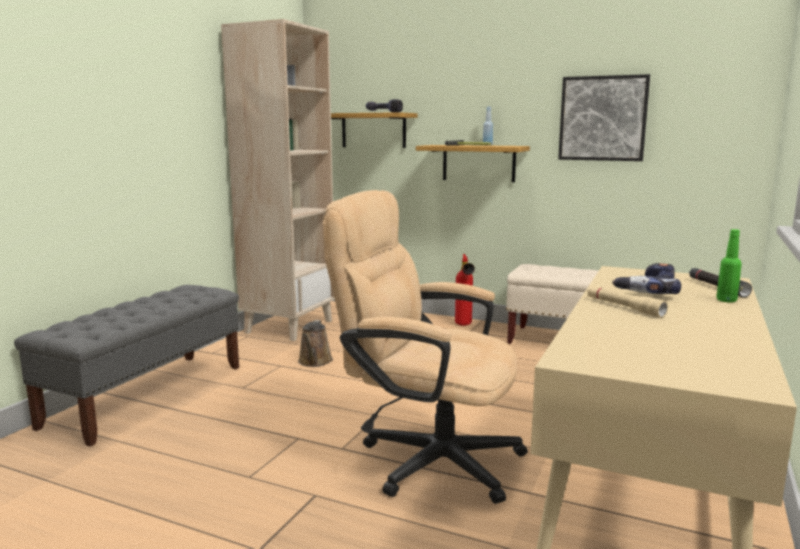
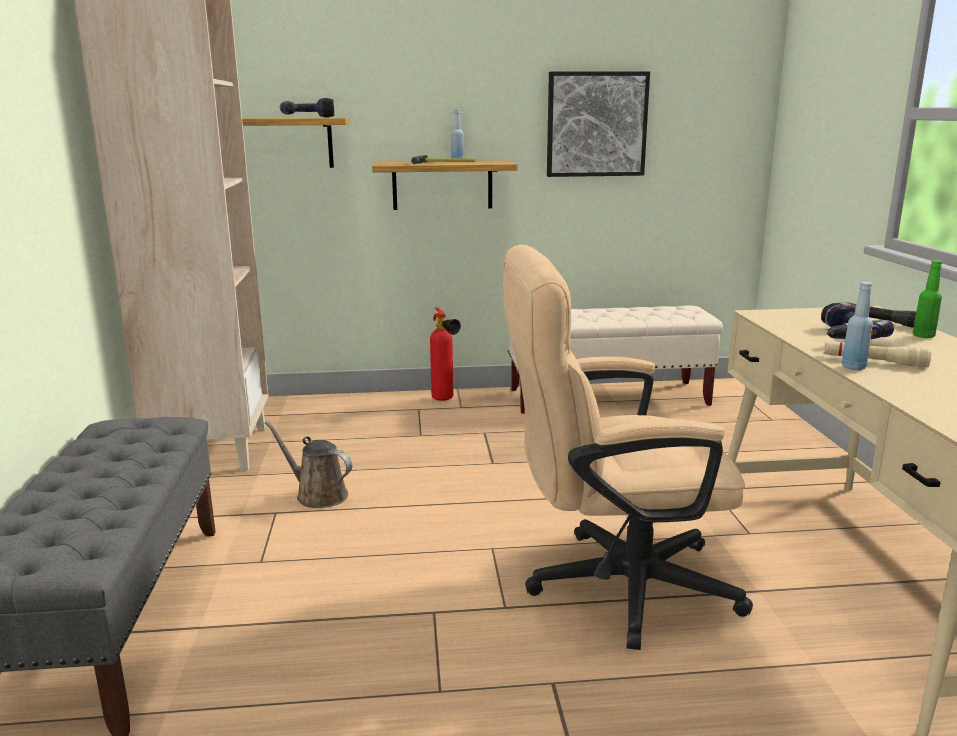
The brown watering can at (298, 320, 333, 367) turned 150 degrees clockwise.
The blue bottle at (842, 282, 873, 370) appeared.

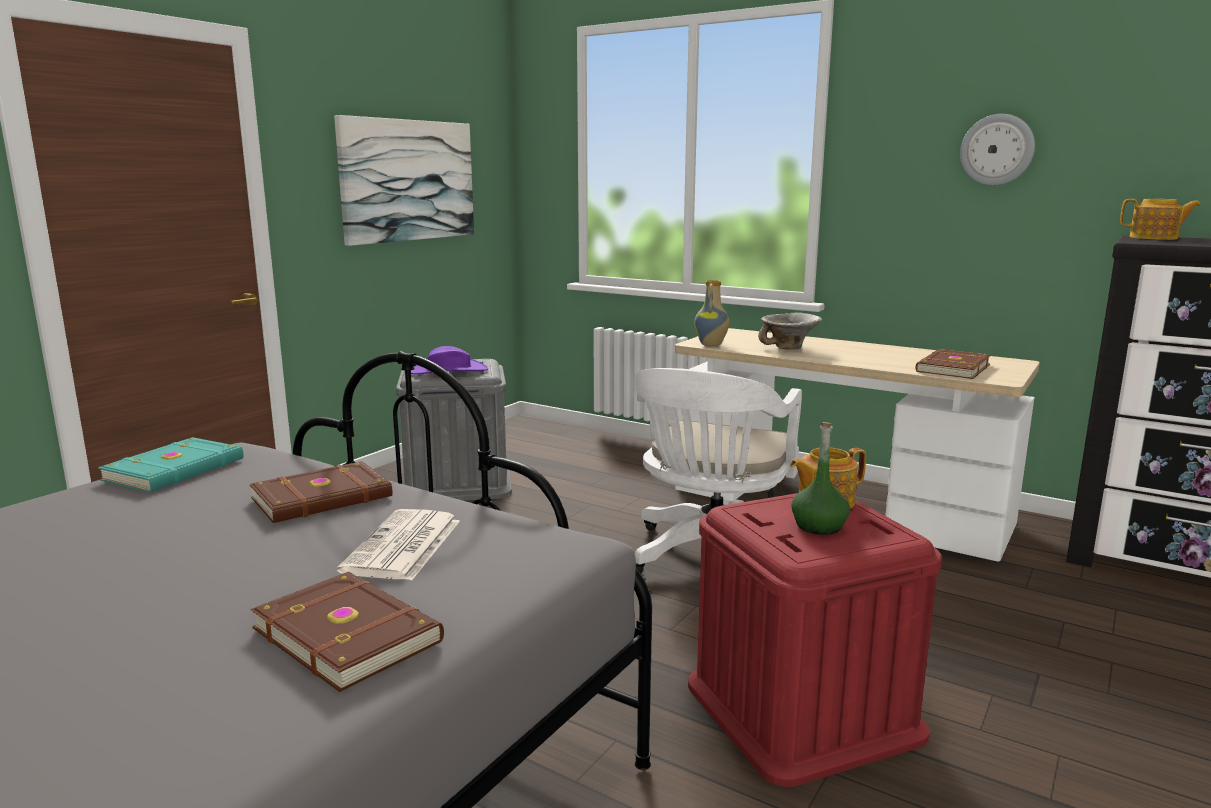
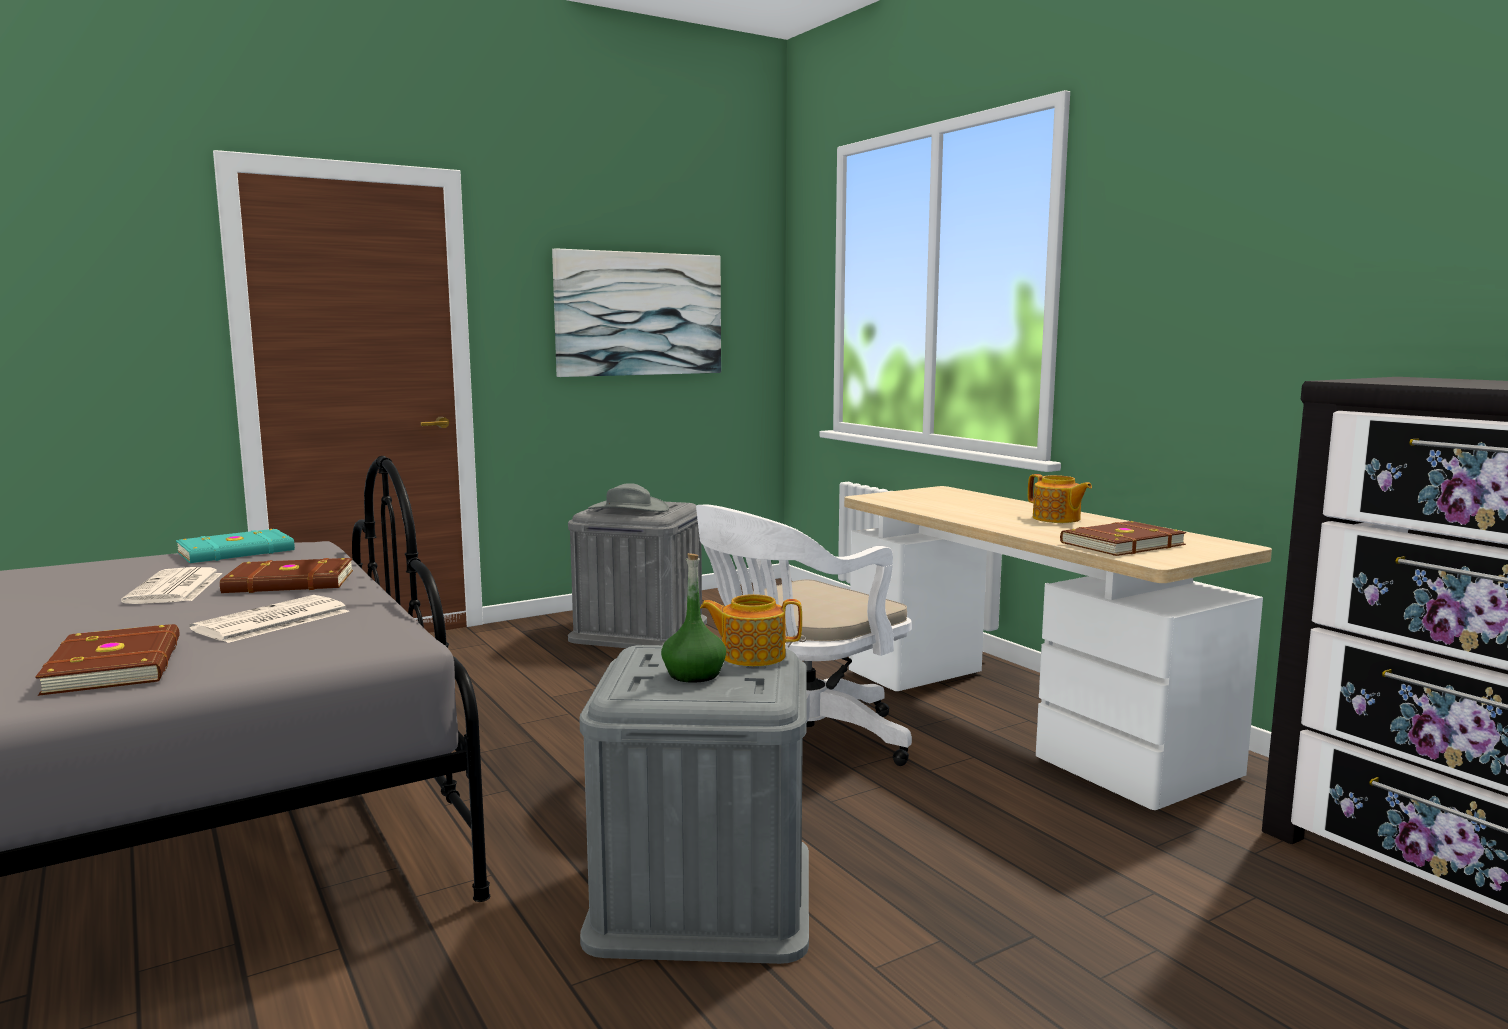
The purple hat at (411, 346, 488, 374) became the grey hat at (588, 483, 669, 512).
The red storage box at (688, 493, 942, 787) became the grey storage box at (579, 645, 809, 964).
The vase at (694, 280, 730, 346) disappeared.
The bowl at (758, 313, 822, 350) disappeared.
The wall clock at (960, 114, 1035, 185) disappeared.
The teapot moved from (1120, 199, 1201, 240) to (1028, 474, 1092, 523).
The newspaper at (121, 567, 222, 604) appeared.

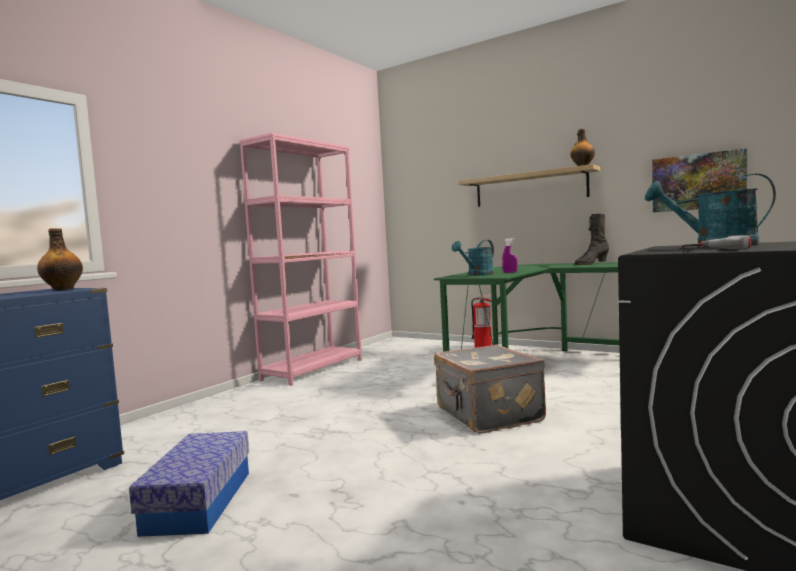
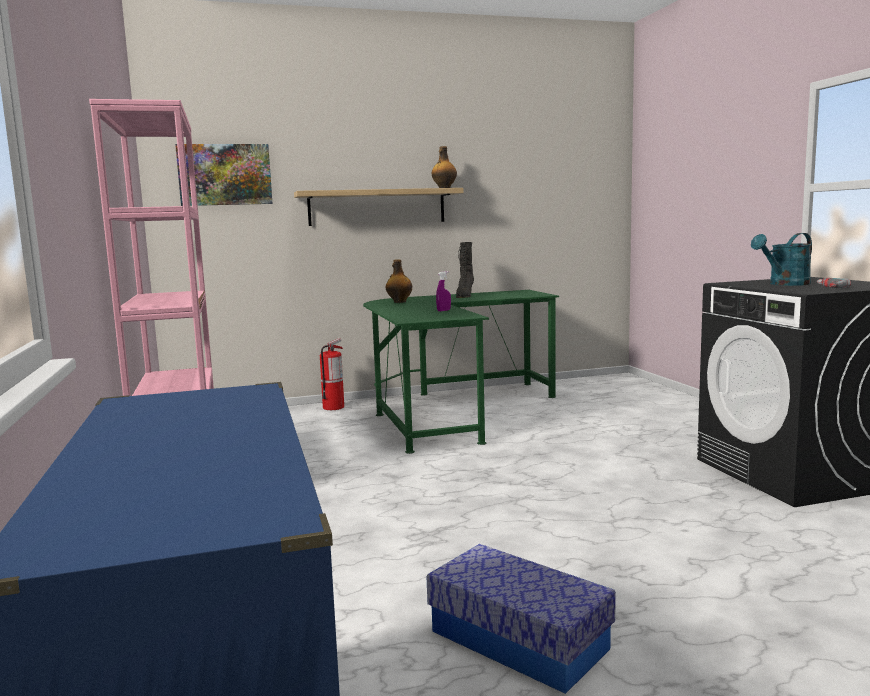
The bottle moved from (37, 228, 83, 291) to (386, 260, 412, 303).
The grey suitcase at (434, 344, 546, 434) disappeared.
The turquoise watering can at (452, 240, 494, 276) disappeared.
The picture moved from (652, 148, 747, 212) to (175, 144, 273, 206).

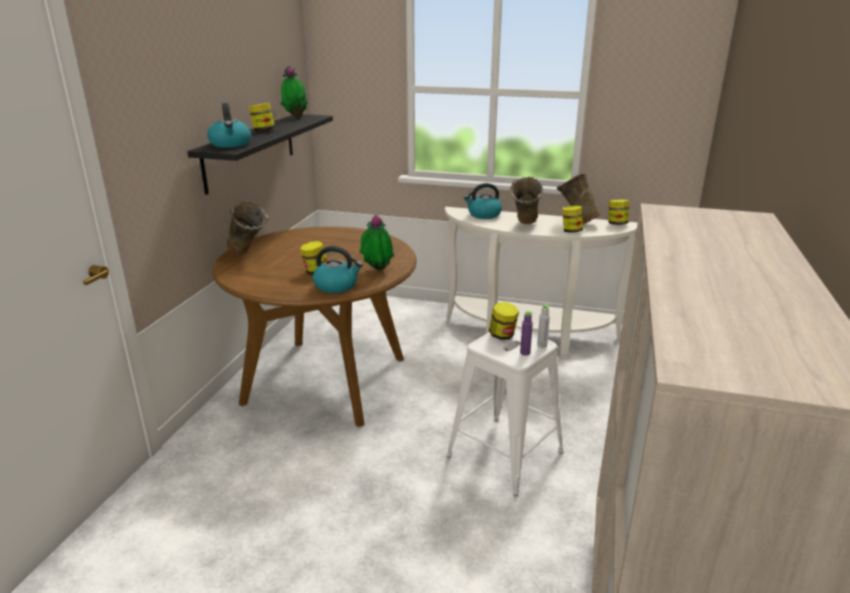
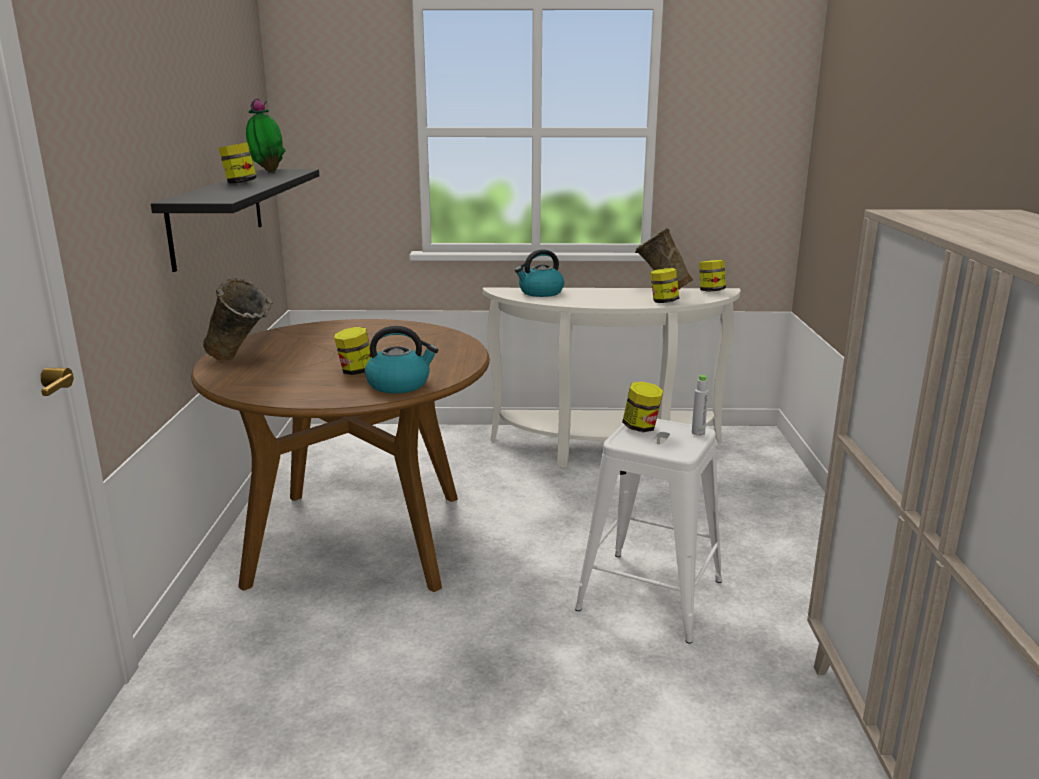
The kettle at (207, 103, 251, 148) disappeared.
The potted plant at (360, 215, 394, 270) disappeared.
The beige vase at (510, 177, 543, 224) disappeared.
The purple bottle at (520, 311, 533, 355) disappeared.

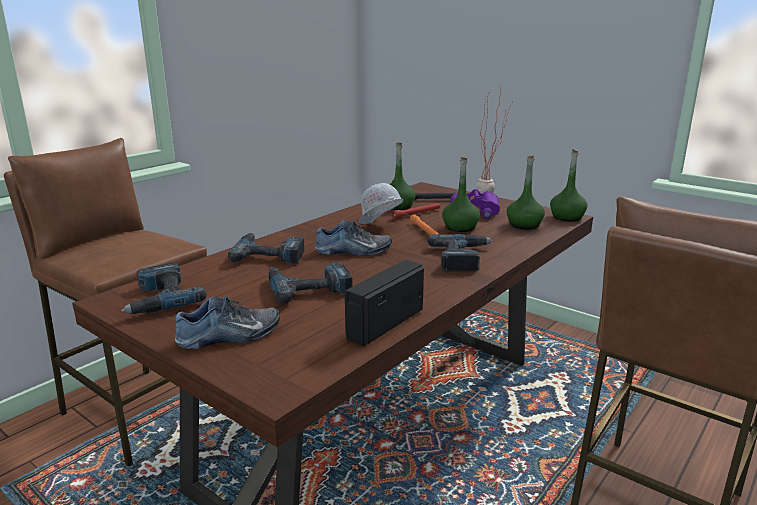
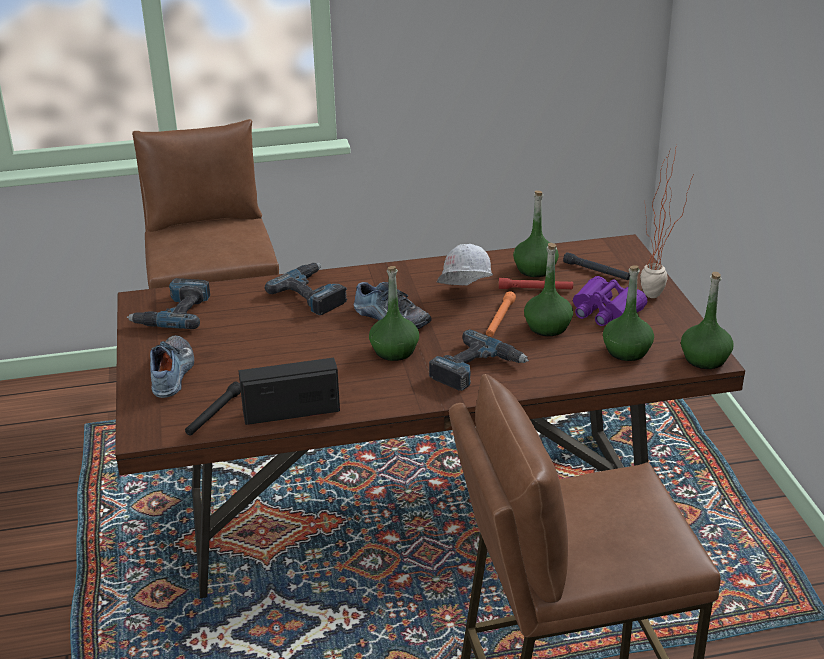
The shoe at (175, 296, 280, 349) turned 105 degrees counterclockwise.
The power drill at (269, 262, 353, 303) disappeared.
The black flashlight at (185, 382, 241, 436) appeared.
The green bottle at (369, 266, 419, 361) appeared.

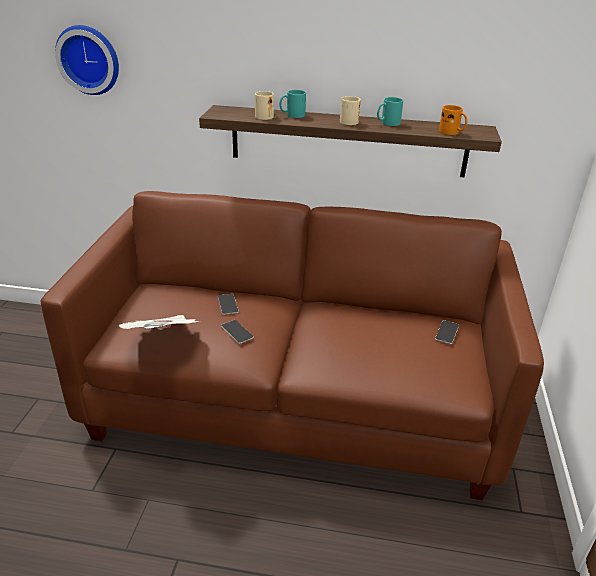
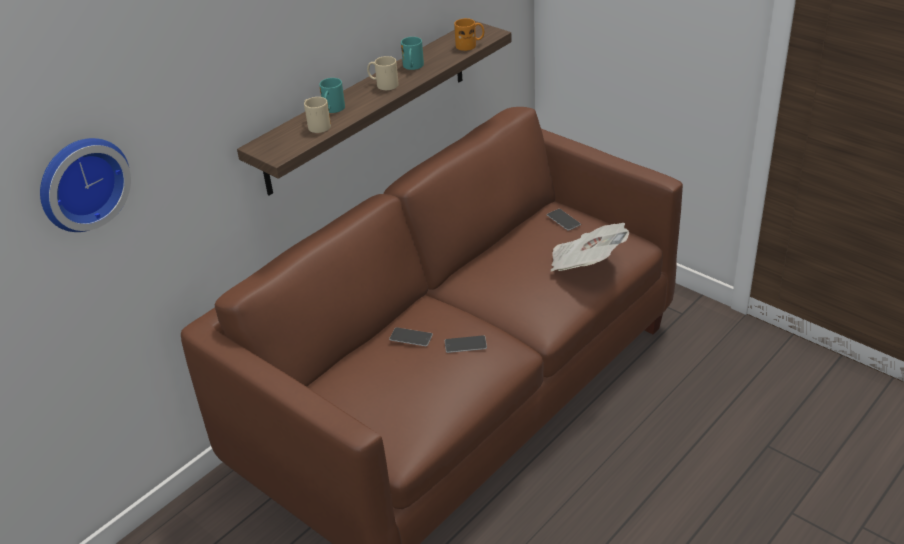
The newspaper moved from (119, 315, 200, 330) to (551, 223, 629, 271).

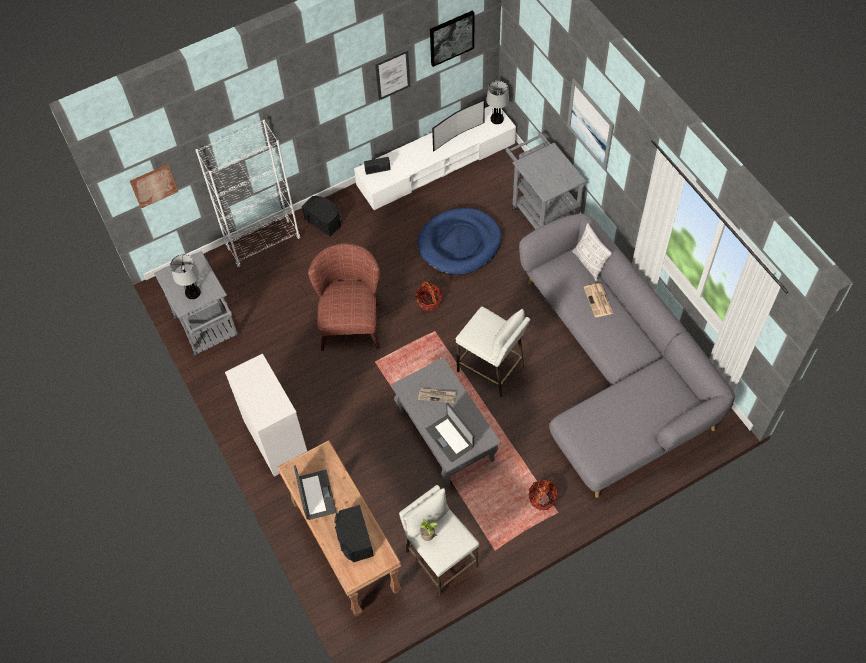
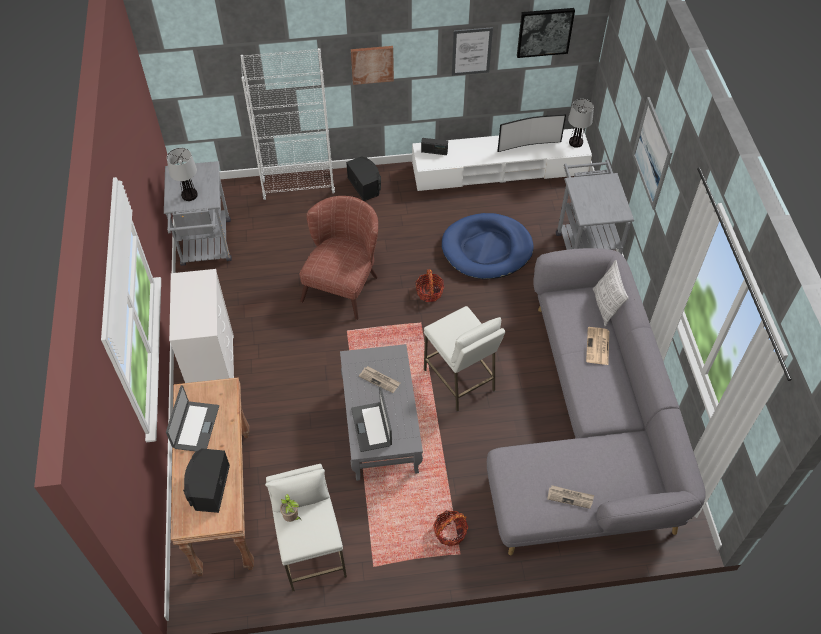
The picture moved from (130, 164, 178, 208) to (351, 46, 394, 85).
The newspaper at (547, 485, 594, 509) appeared.

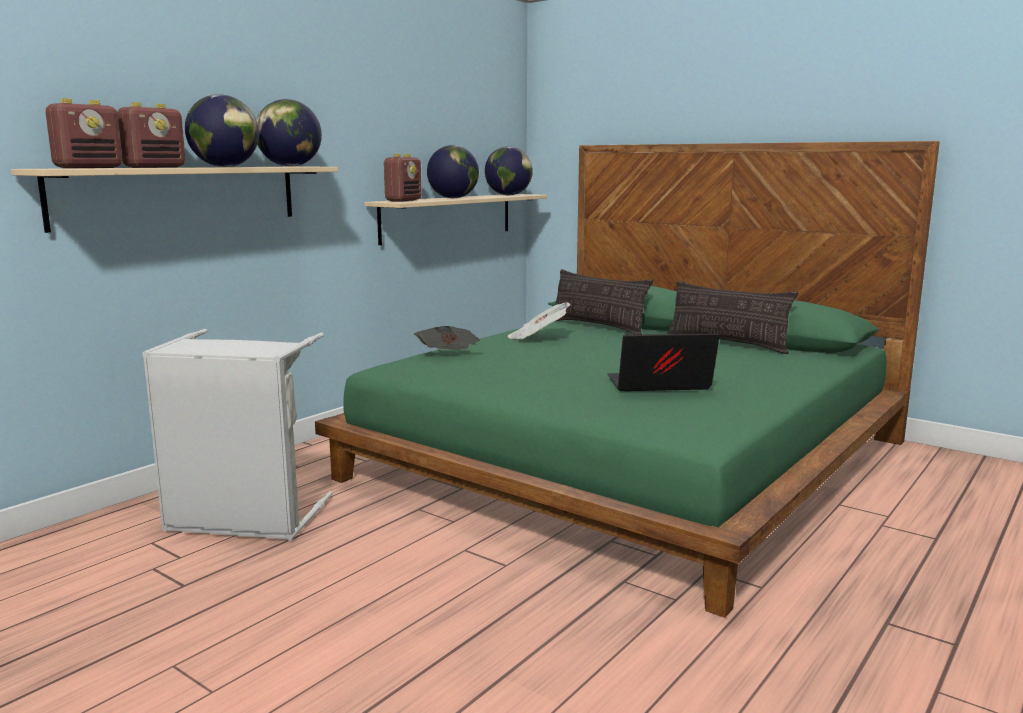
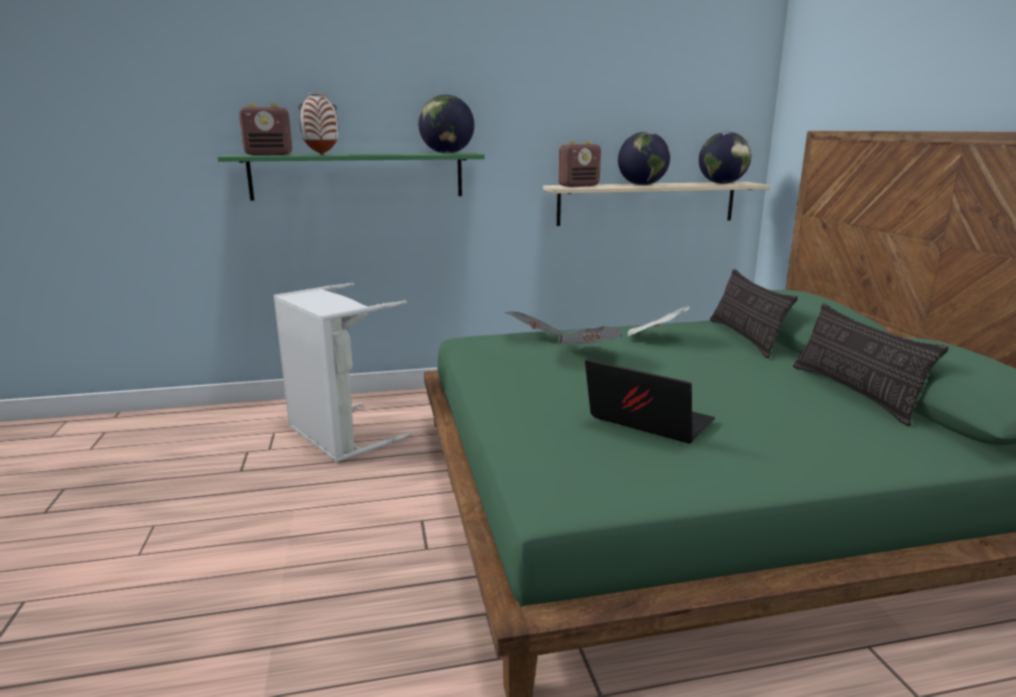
The beige shelf at (11, 166, 338, 233) became the green shelf at (218, 153, 485, 201).
The radio at (117, 102, 186, 168) was replaced by the vase at (298, 93, 339, 154).
The globe at (185, 94, 259, 167) disappeared.
The newspaper at (558, 326, 623, 345) appeared.

